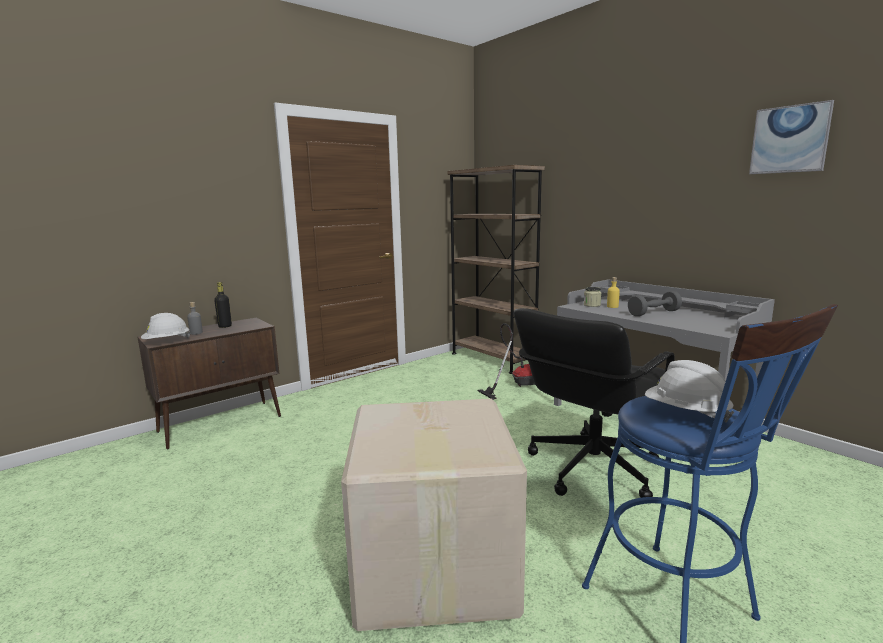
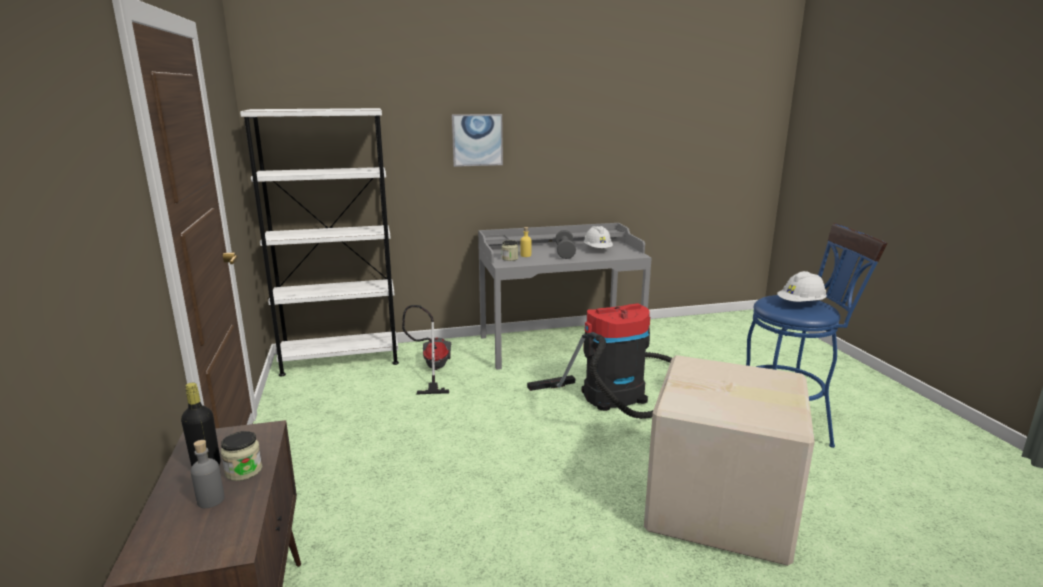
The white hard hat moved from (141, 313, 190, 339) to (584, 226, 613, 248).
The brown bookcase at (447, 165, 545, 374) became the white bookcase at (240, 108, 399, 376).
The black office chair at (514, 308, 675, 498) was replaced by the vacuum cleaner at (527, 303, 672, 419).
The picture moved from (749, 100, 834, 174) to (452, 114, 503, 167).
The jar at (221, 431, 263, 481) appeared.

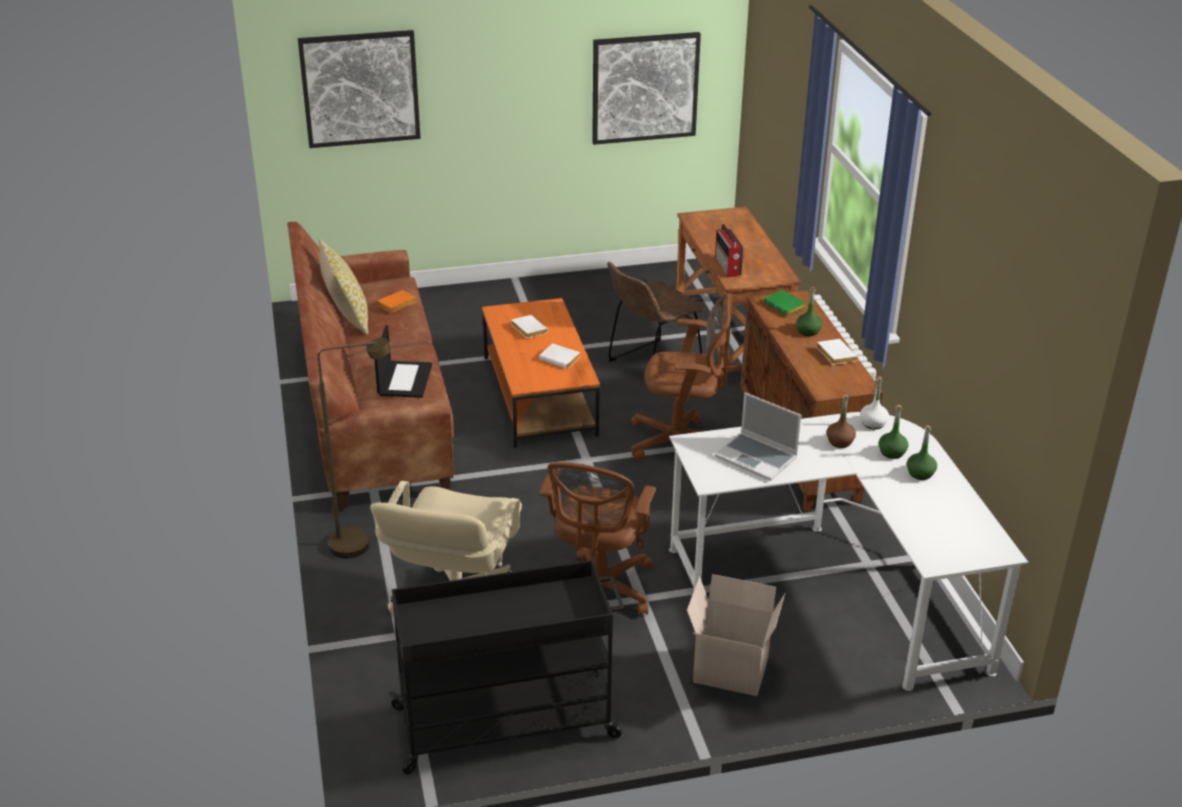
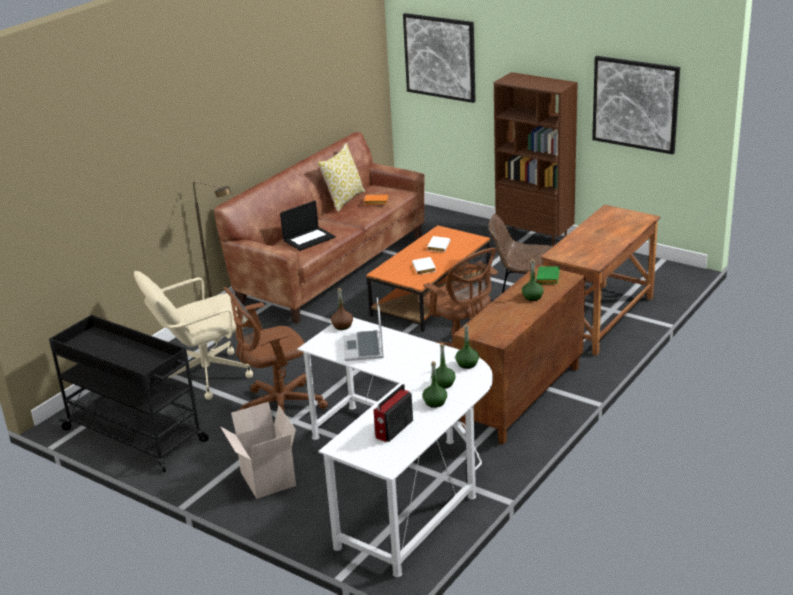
The radio moved from (715, 224, 743, 277) to (374, 384, 413, 442).
The white book at (817, 339, 858, 365) disappeared.
The brown bottle moved from (826, 395, 856, 448) to (331, 288, 353, 330).
The white bottle at (860, 377, 889, 429) became the green bottle at (455, 324, 479, 369).
The brown bookcase at (494, 72, 578, 247) appeared.

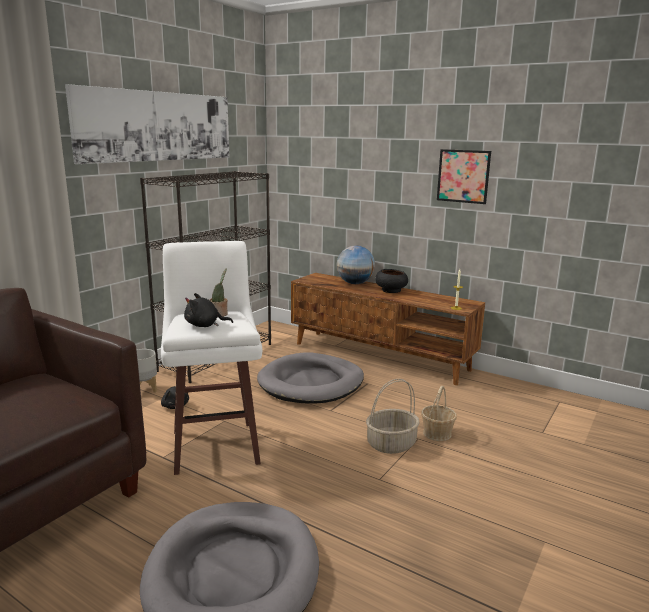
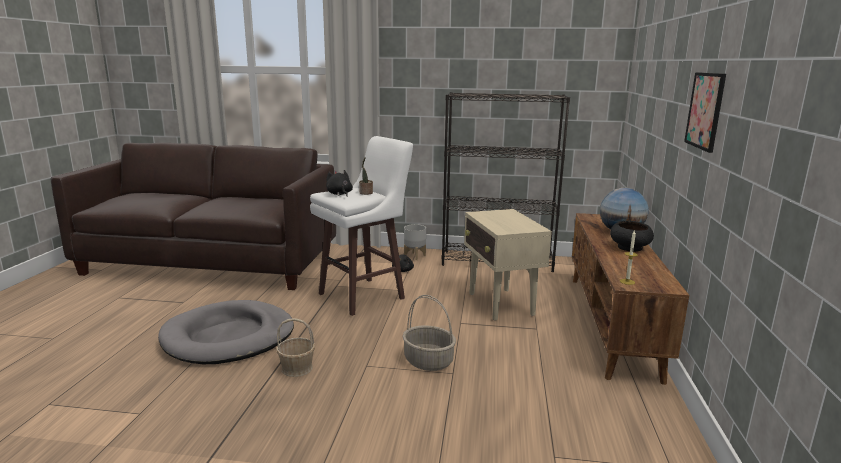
The picture at (65, 84, 229, 164) disappeared.
The grey dog bed at (257, 352, 364, 403) was replaced by the beige side table at (464, 209, 552, 320).
The basket moved from (421, 386, 457, 441) to (277, 318, 315, 377).

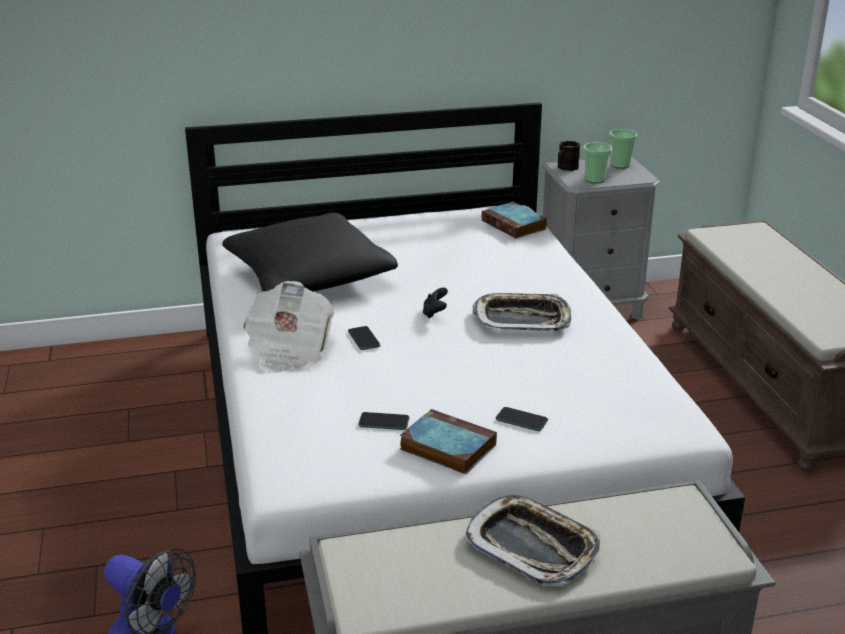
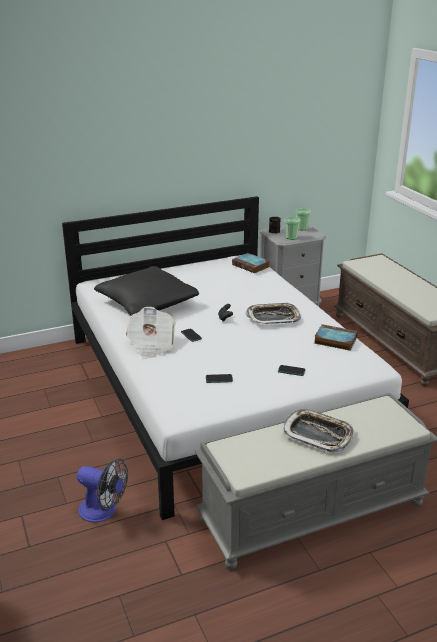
The book moved from (400, 409, 497, 474) to (314, 324, 358, 351).

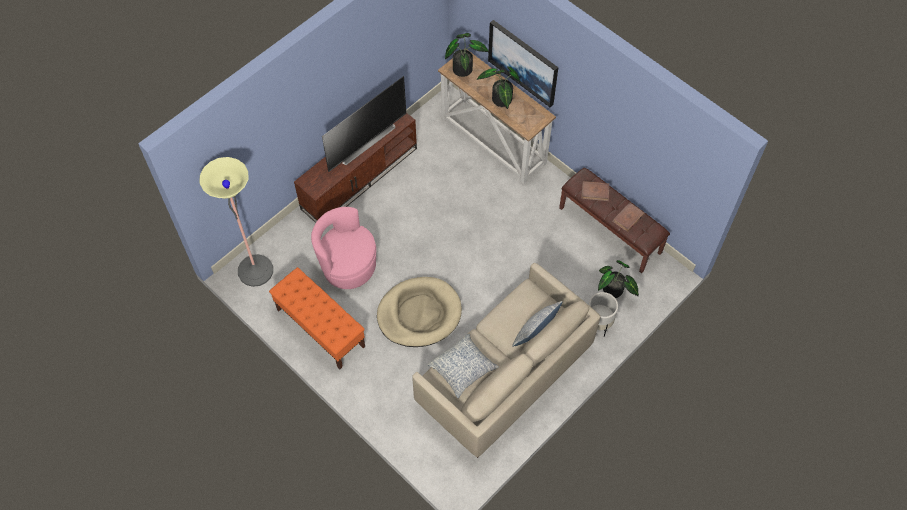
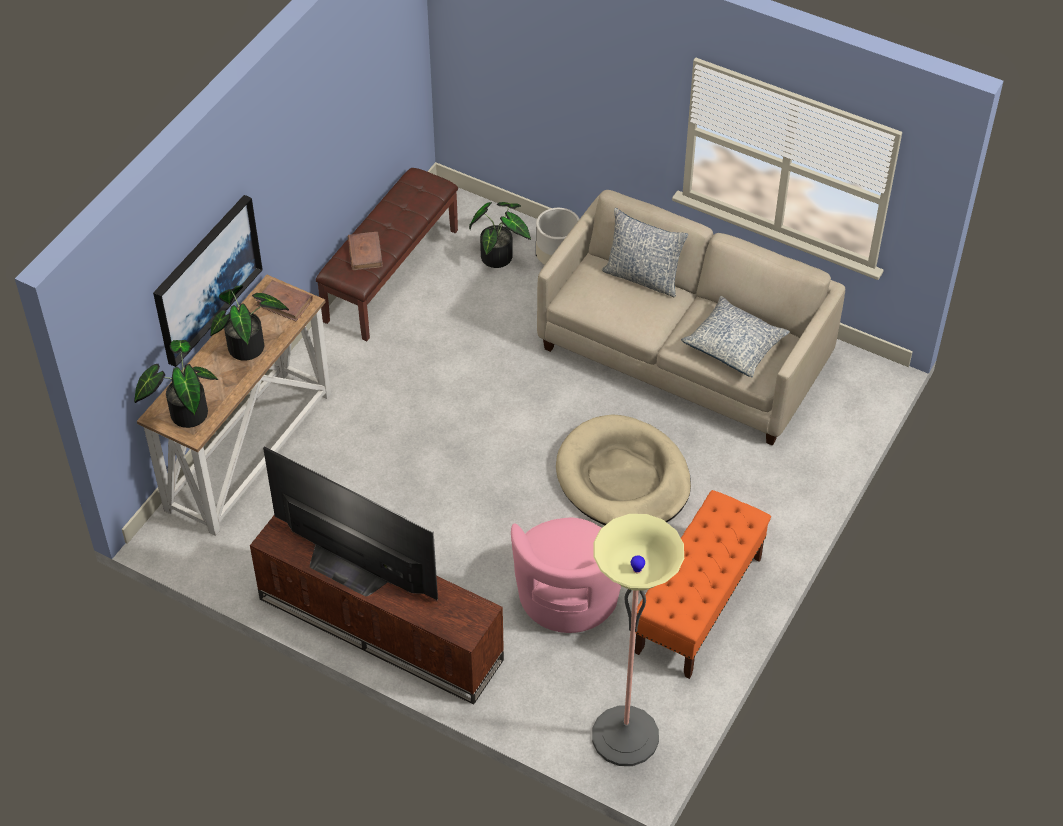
The brown book moved from (612, 203, 645, 232) to (256, 280, 313, 321).

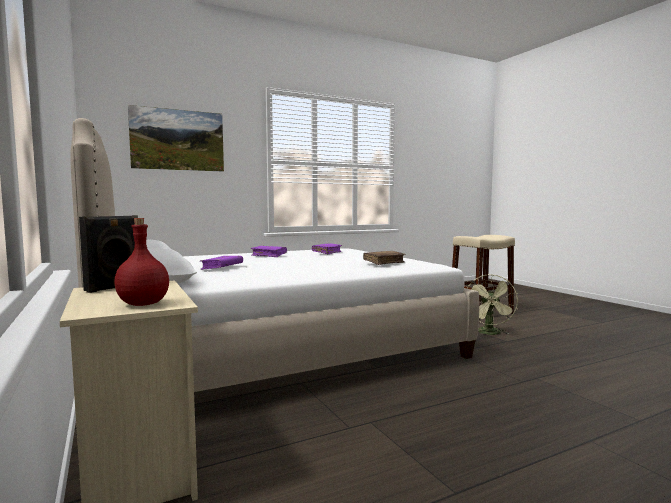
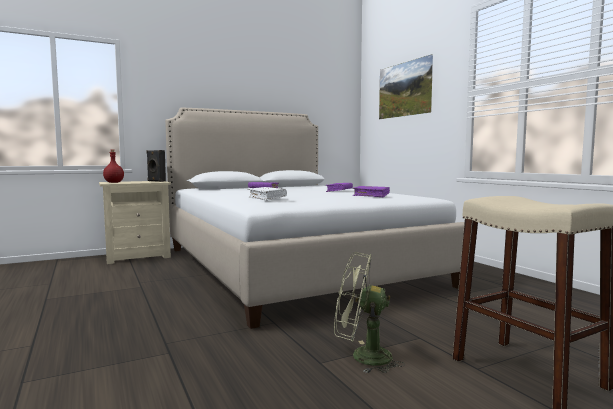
The brown book at (363, 251, 406, 265) became the white book at (248, 187, 287, 201).

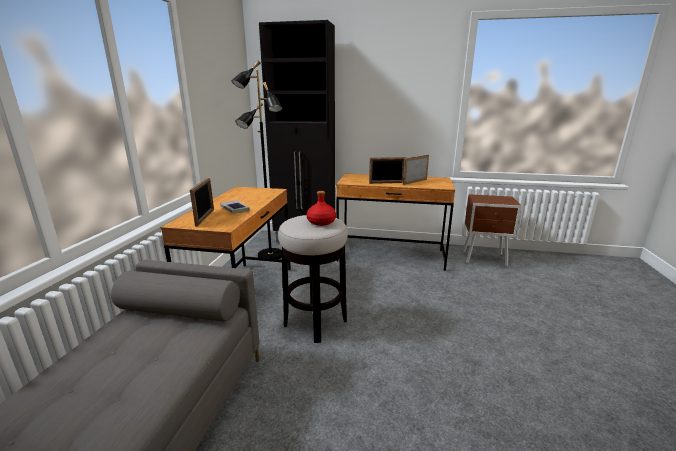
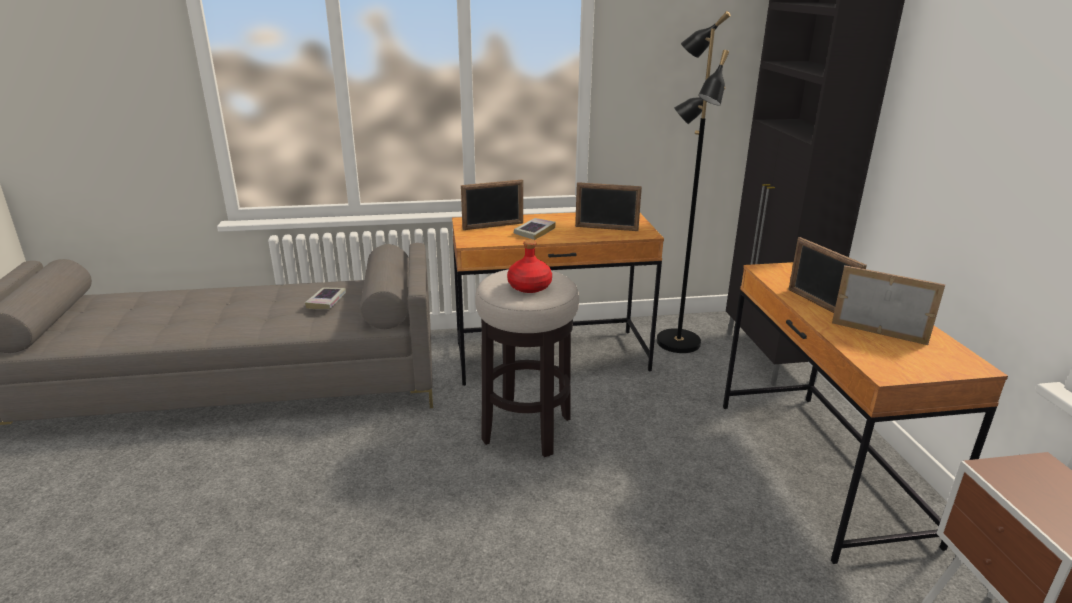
The book at (305, 287, 346, 309) appeared.
The picture frame at (575, 182, 642, 231) appeared.

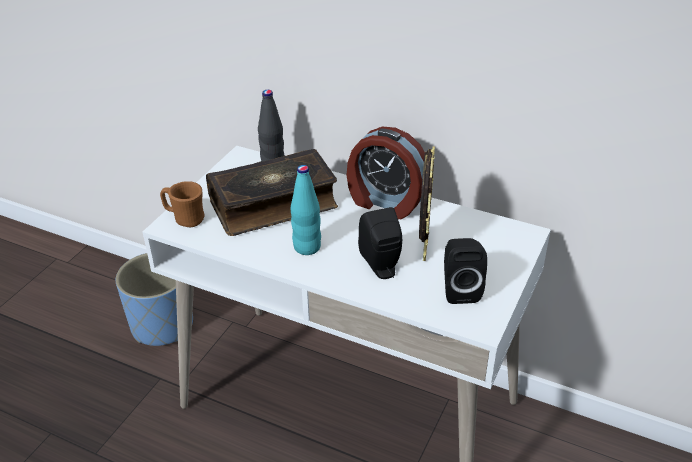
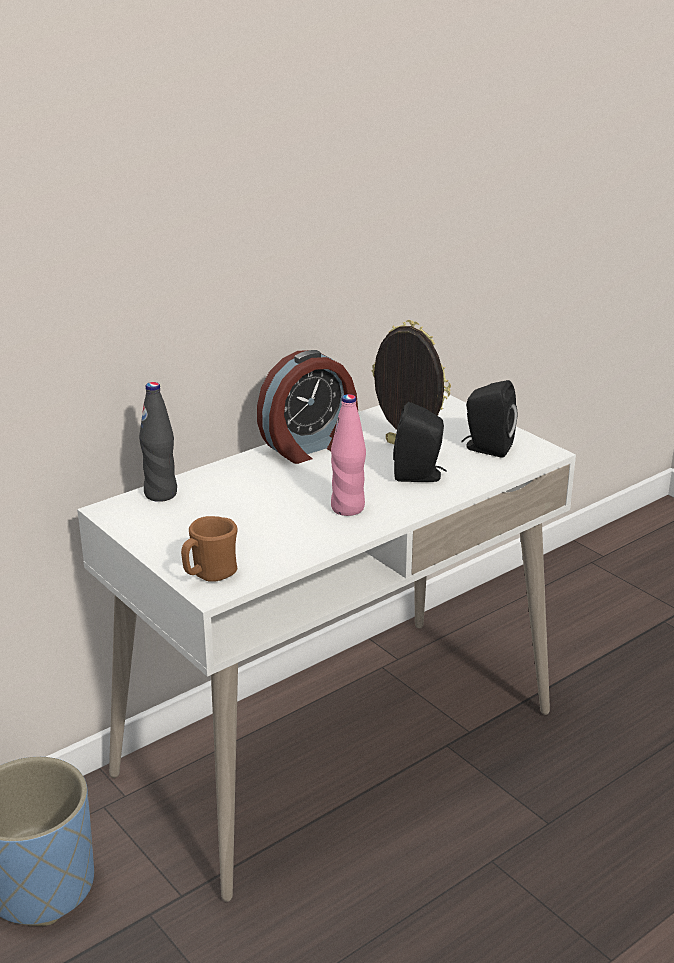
The book at (206, 149, 338, 236) disappeared.
The turquoise bottle at (291, 165, 321, 255) became the pink bottle at (331, 394, 366, 516).

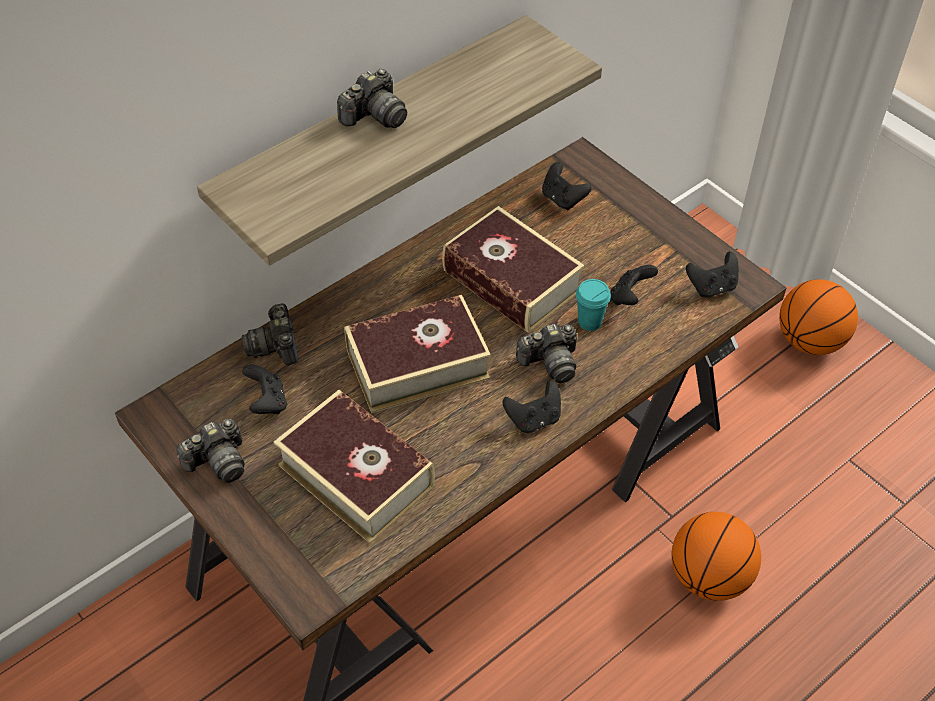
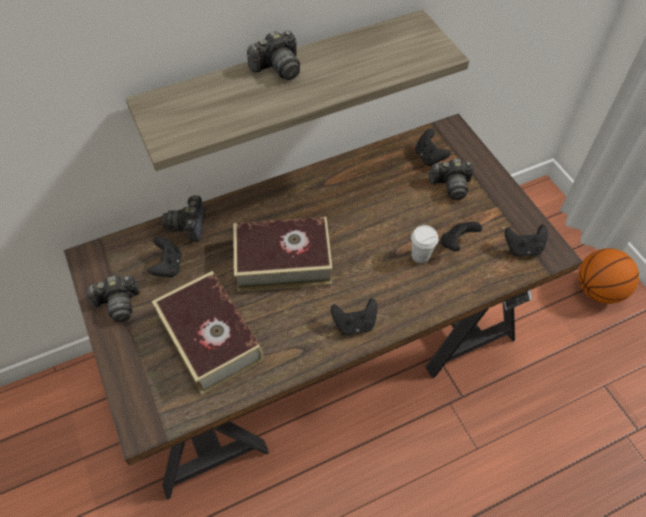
The book at (442, 206, 585, 333) disappeared.
The photo camera moved from (516, 324, 577, 383) to (429, 159, 474, 200).
The turquoise cup at (576, 279, 611, 331) became the white cup at (411, 225, 438, 264).
The basketball at (672, 512, 761, 601) disappeared.

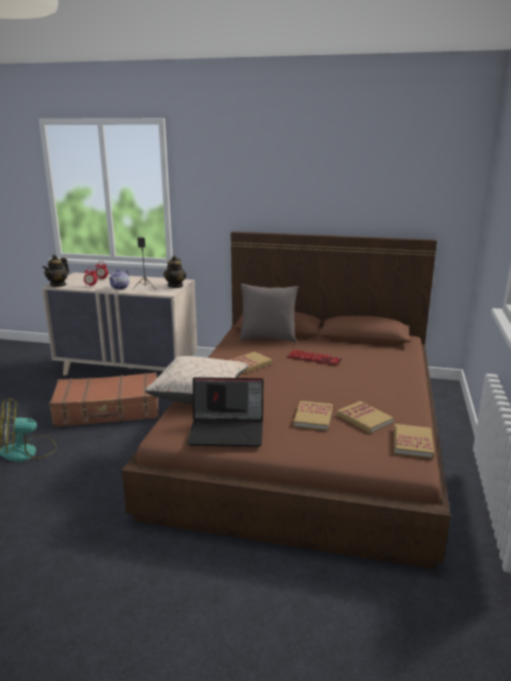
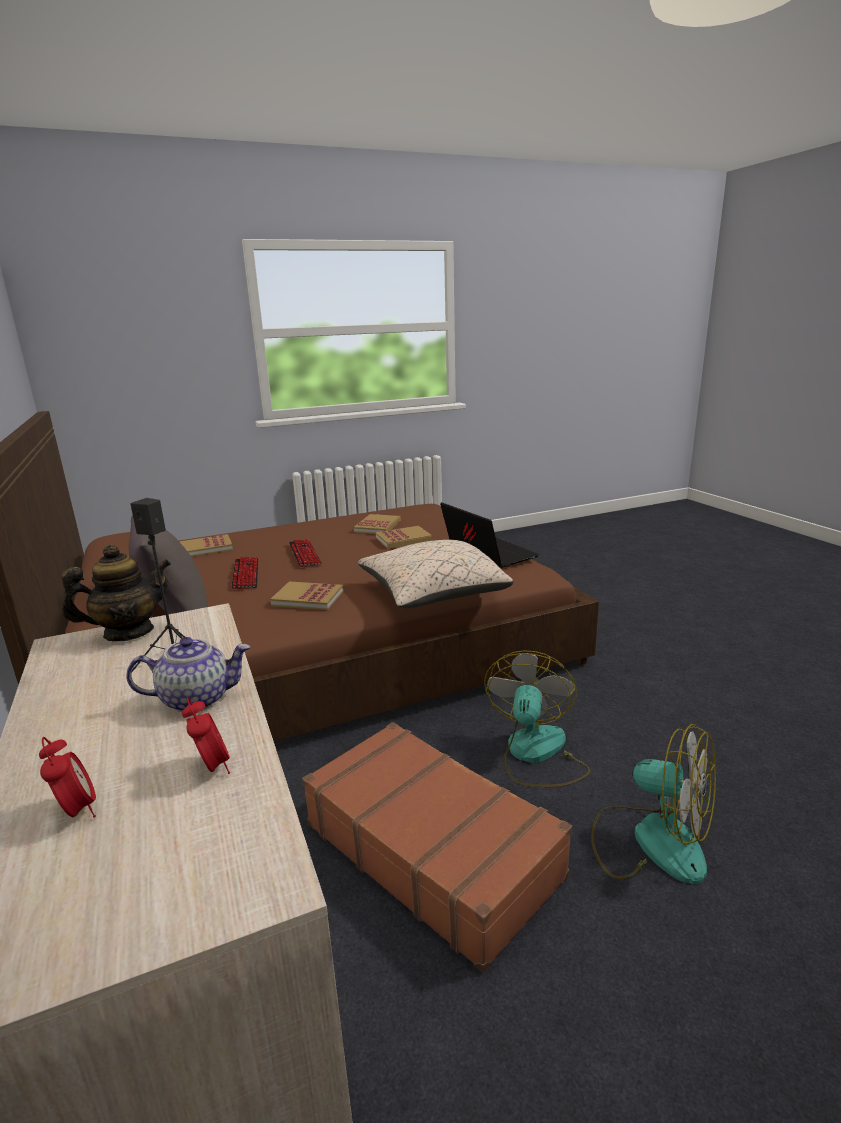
The teapot at (42, 254, 69, 287) disappeared.
The book moved from (394, 424, 434, 458) to (180, 534, 233, 557).
The keyboard at (289, 539, 322, 567) appeared.
The fan at (484, 650, 590, 787) appeared.

